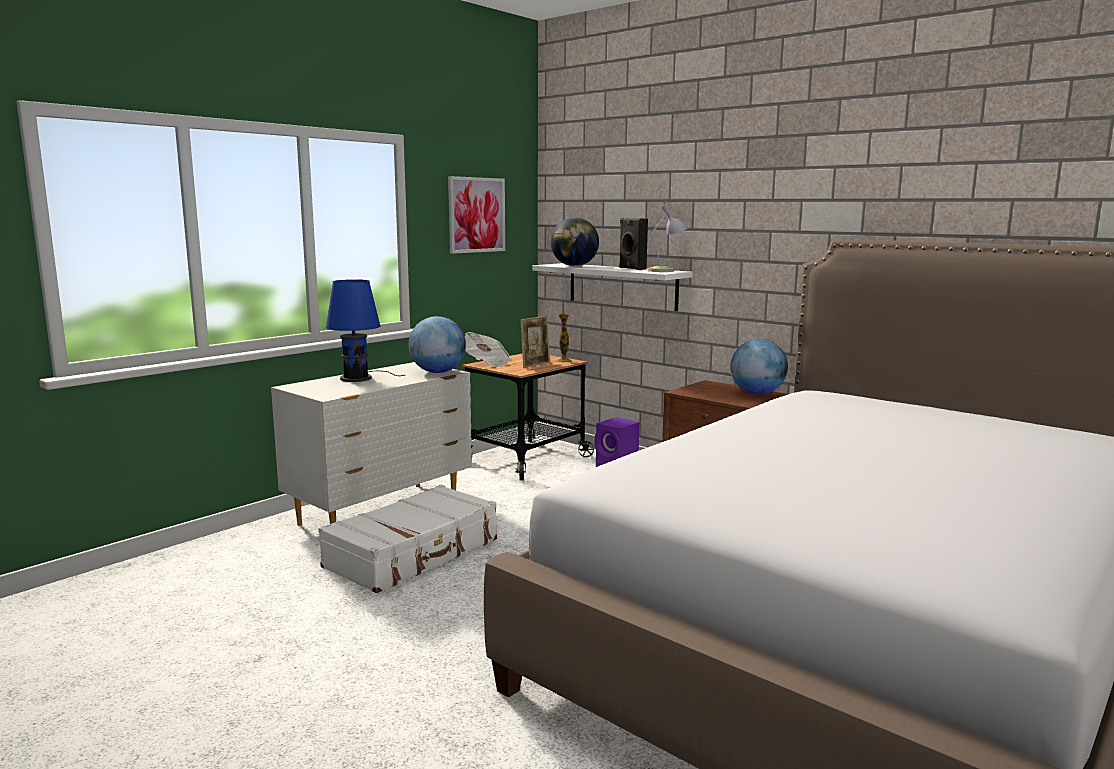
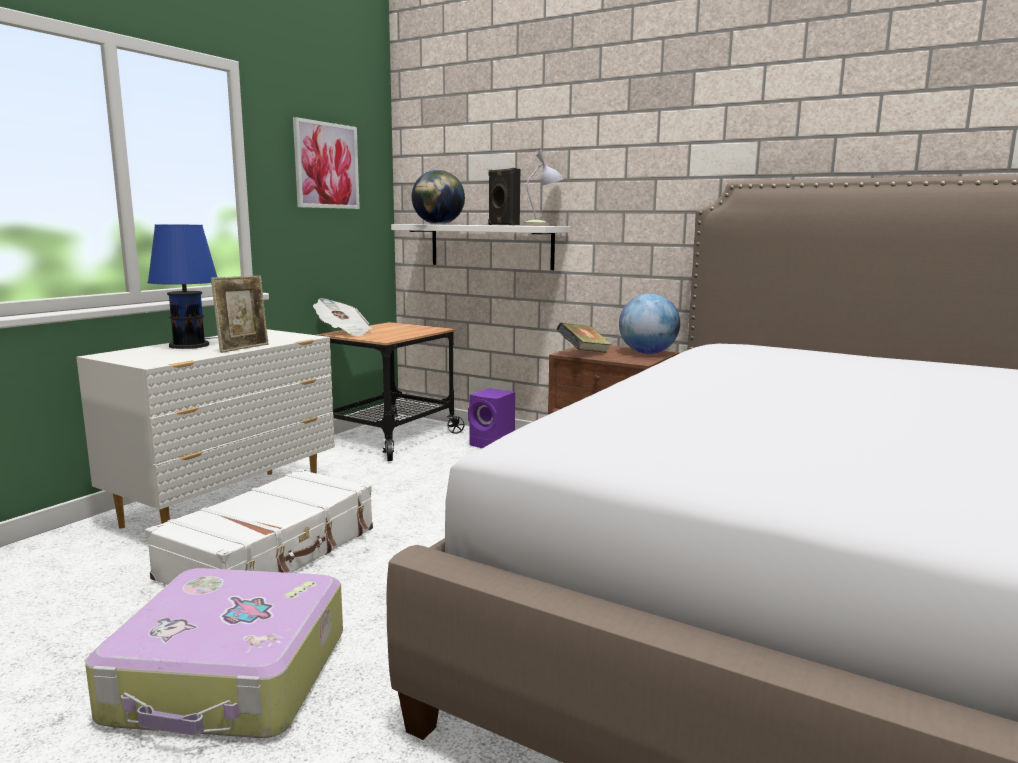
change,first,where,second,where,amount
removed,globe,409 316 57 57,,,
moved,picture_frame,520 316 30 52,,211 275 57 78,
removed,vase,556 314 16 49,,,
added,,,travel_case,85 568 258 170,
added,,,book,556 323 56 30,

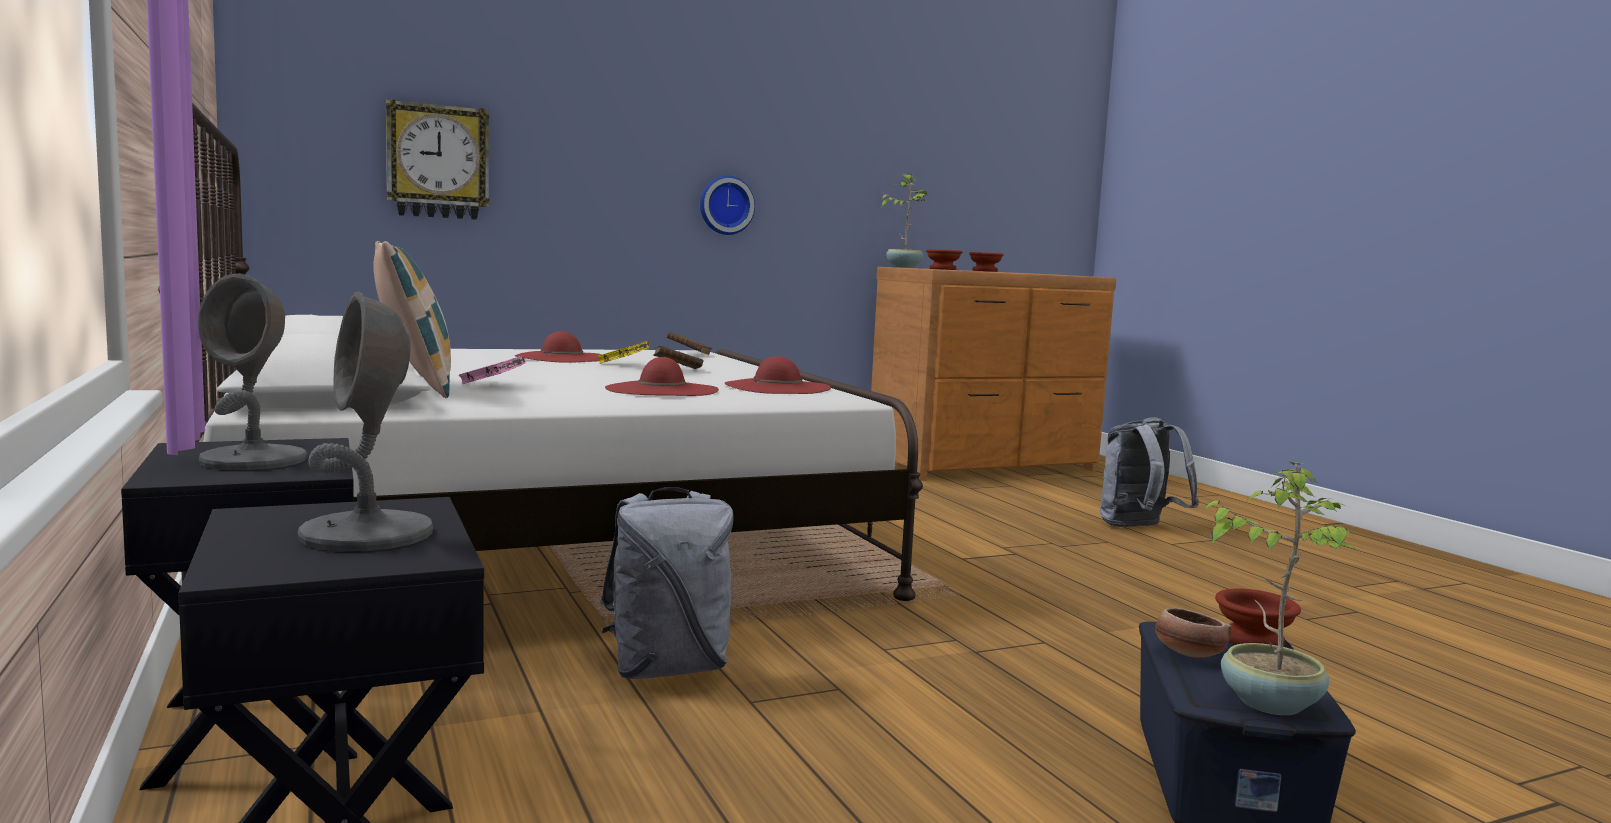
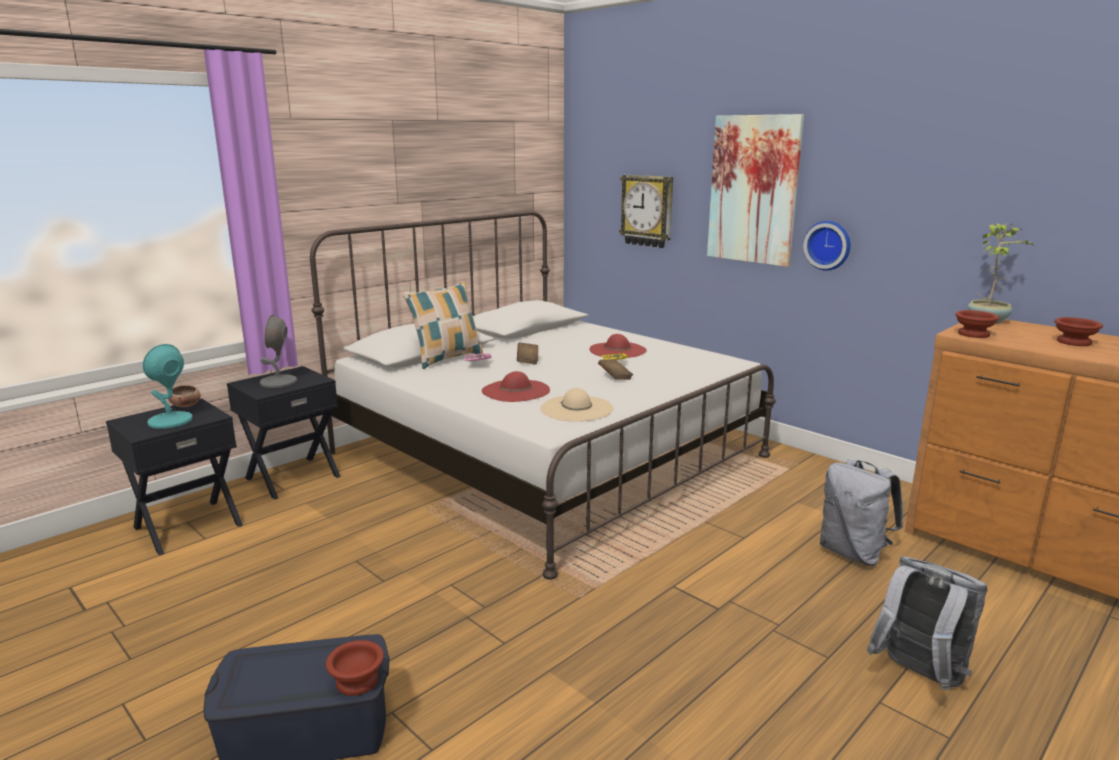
change,first,where,second,where,amount
recoloured,grey_tabletop_lamp,298 292 135 260,turquoise-coloured_tabletop_lamp,143 344 50 85,
moved,grey_rucksack,600 487 134 192,,820 460 83 106,
moved,brown_book,667 332 45 23,,517 343 21 22,
recoloured,red_wearable_hat,725 356 106 38,sand-coloured_wearable_hat,541 388 72 33,
moved,deep_dish,1155 608 77 50,,168 385 33 22,
removed,plant_in_a_pot,1201 462 159 253,,,
added,,,wall_picture,707 114 97 153,

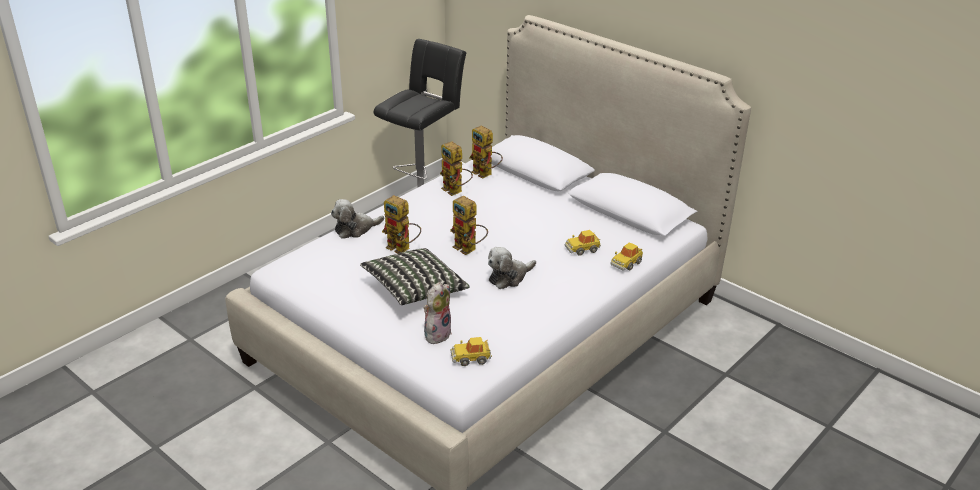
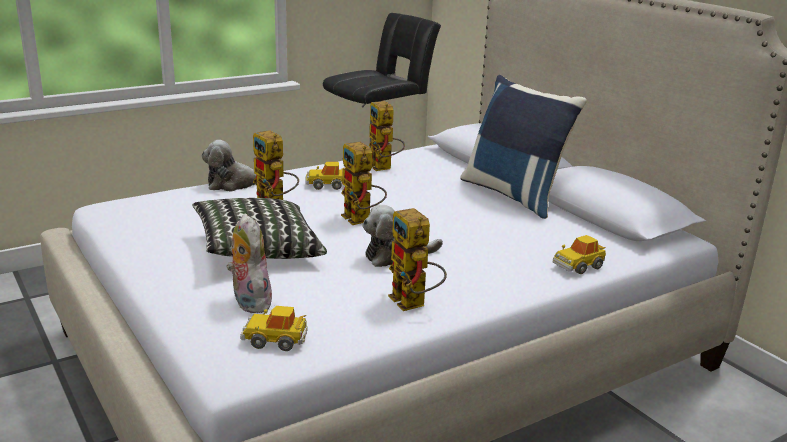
change,first,where,second,where,amount
turned,soft_toy,424 282 28 62,,226 214 46 99,75 degrees counterclockwise
moved,robot_figure,470 125 33 54,,388 208 59 103,
moved,toy_car,565 230 36 26,,305 162 40 28,
added,,,blue_cushion,460 75 127 144,

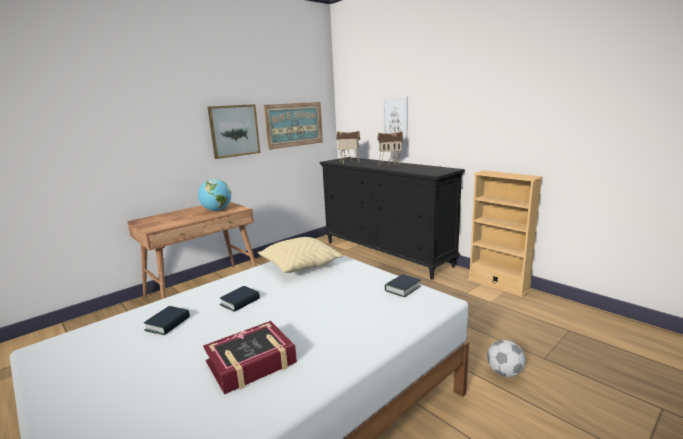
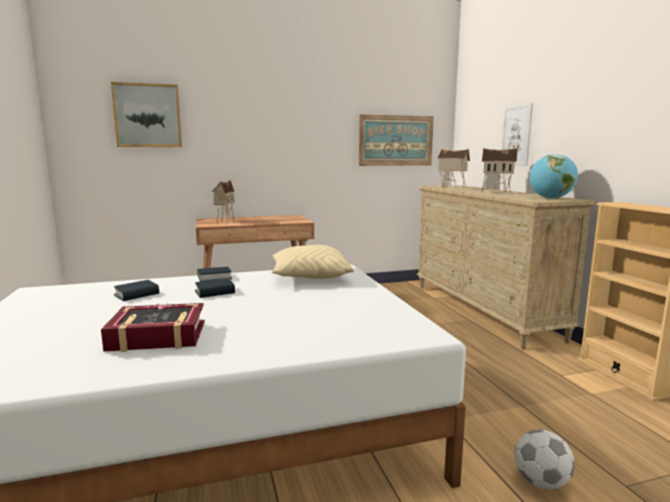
change,first,where,second,where,amount
moved,globe,198 179 33 32,,530 154 48 45,
moved,wall_picture,208 104 52 55,,111 82 71 65,
recoloured,black_drawer_chest,320 157 145 122,sand-coloured_drawer_chest,417 185 178 165,
moved,book,385 274 36 23,,198 267 34 15,
added,,,toy_house,212 179 23 44,

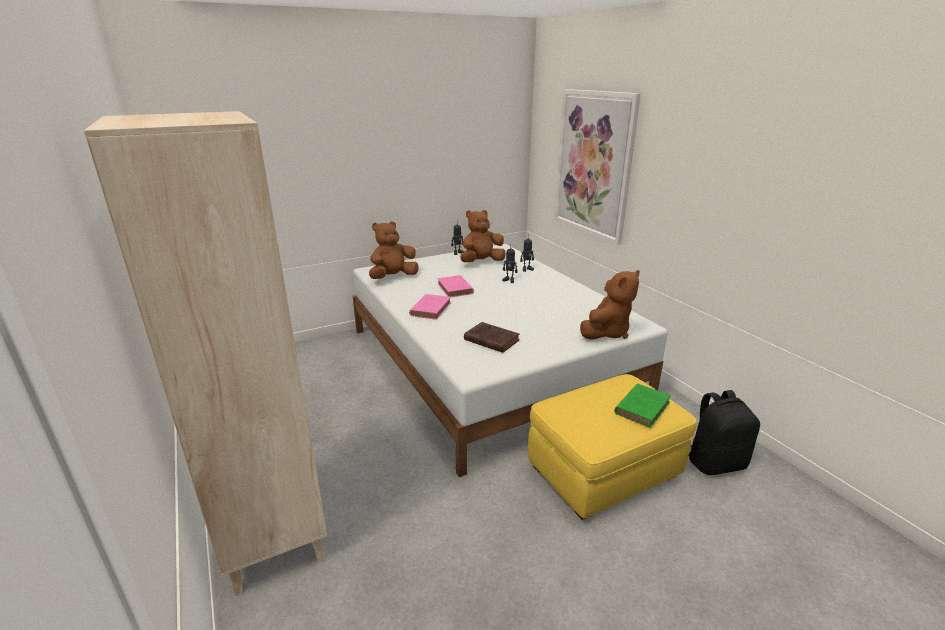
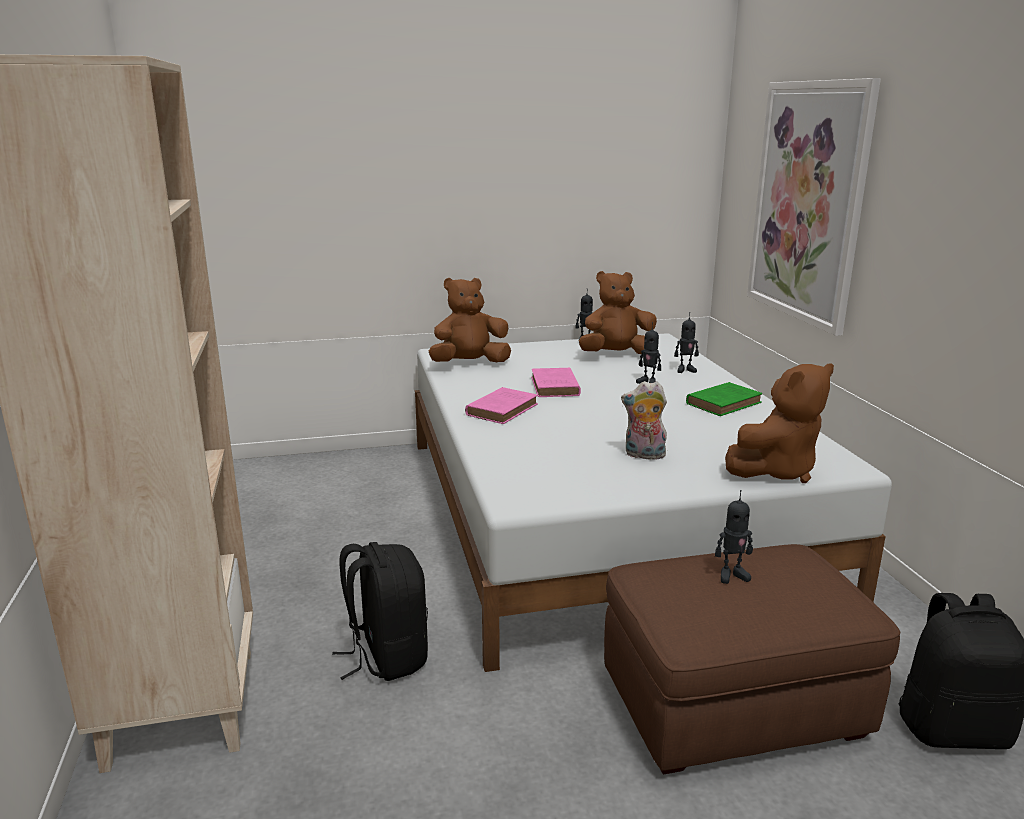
change,first,where,second,where,amount
removed,brown_book,464 322 56 31,,,
recoloured,yellow-coloured_footrest,528 374 169 146,brown_footrest,604 544 296 231,
moved,green_book,615 384 56 44,,686 382 77 34,
added,,,black_rucksack,332 542 96 139,
added,,,soft_toy,621 381 46 79,
added,,,robot_figure,715 490 38 94,

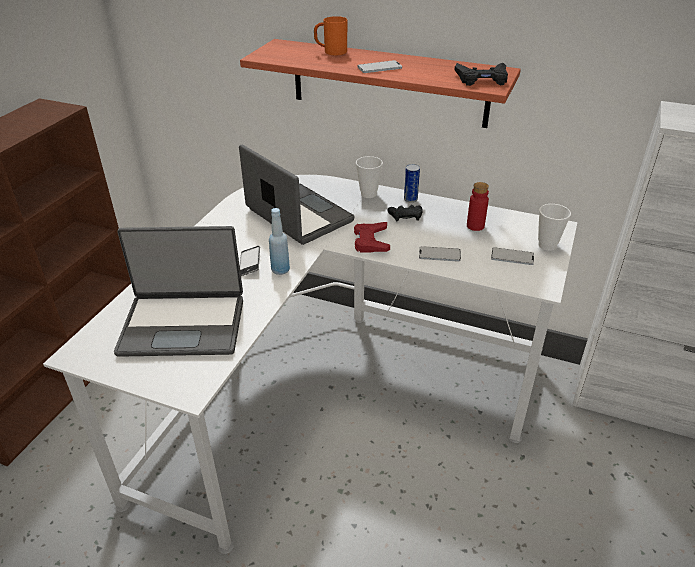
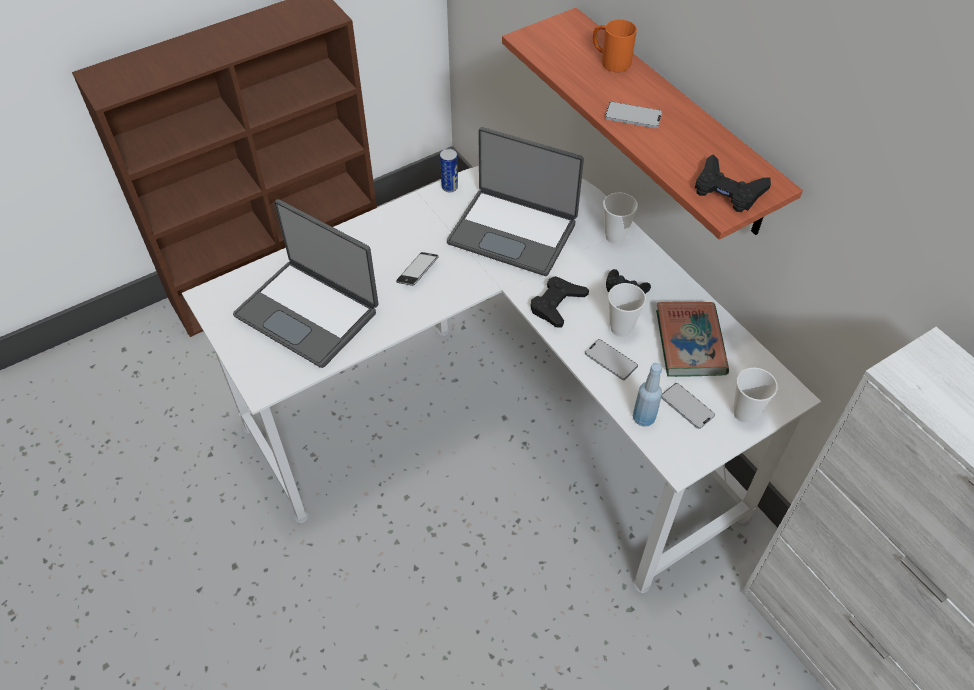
change,first,where,second,where,amount
turned,portable_computer,239 145 116 100,,447 127 137 149,120 degrees clockwise
moved,blue_beverage_bottle,269 208 21 67,,633 363 29 64,
recoloured,red_game_controller,354 222 36 31,black_game_controller,531 276 58 52,
moved,metal_can,404 164 16 39,,440 149 18 44,
replaced,red_beverage_bottle,467 182 22 49,book,656 302 73 75,
added,,,drinking_cup,608 283 38 54,

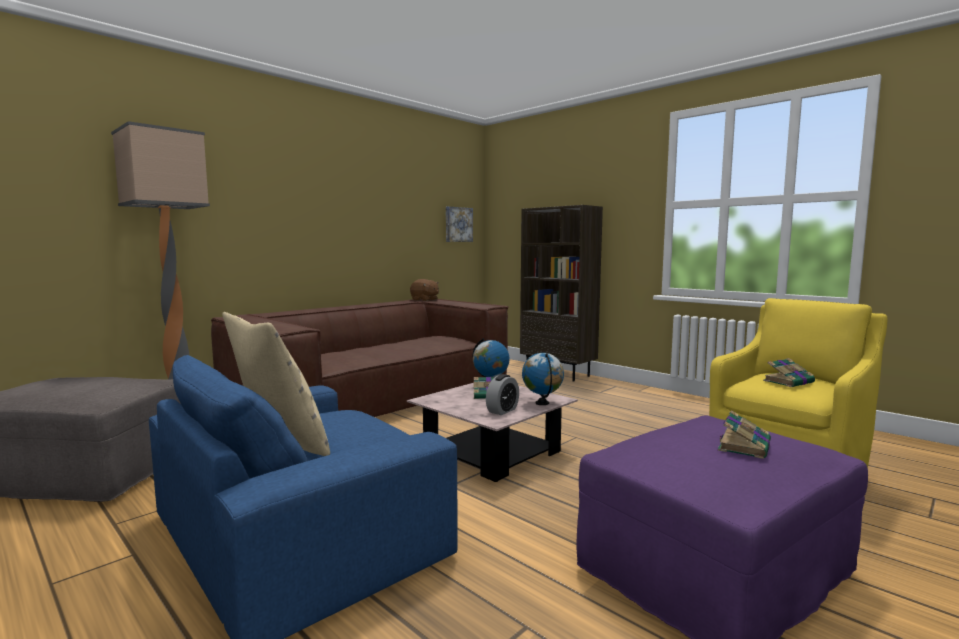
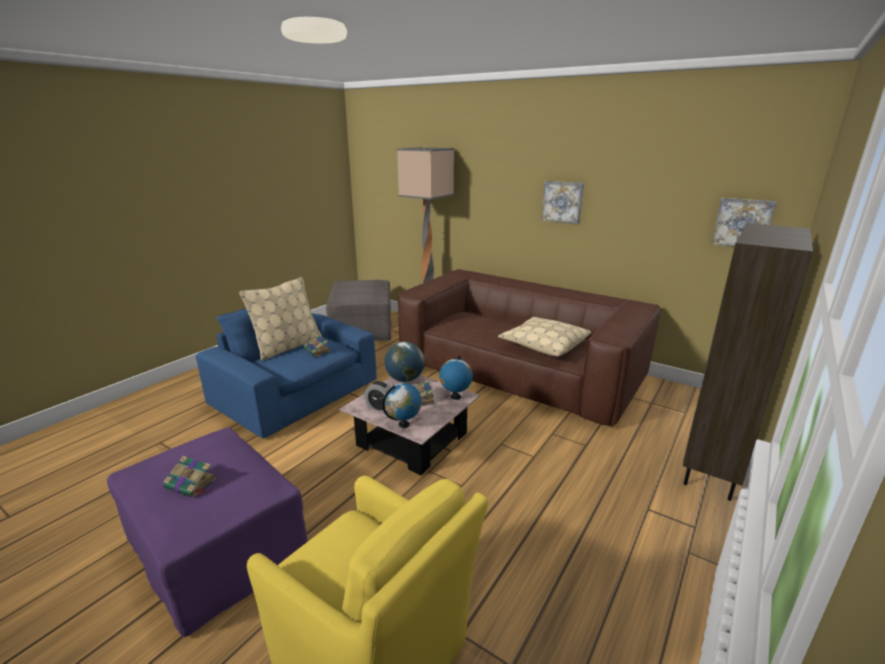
change,first,where,second,where,amount
removed,brown_soft_toy,410 279 29 22,,,
moved,book,763 358 52 29,,304 335 27 22,
added,,,globe,384 342 41 40,
added,,,sand-coloured_cushion,498 317 93 40,
added,,,wall_picture,542 181 42 44,

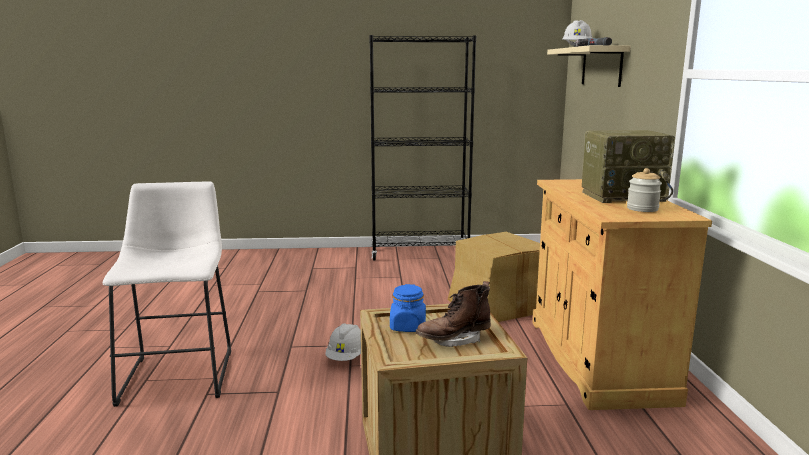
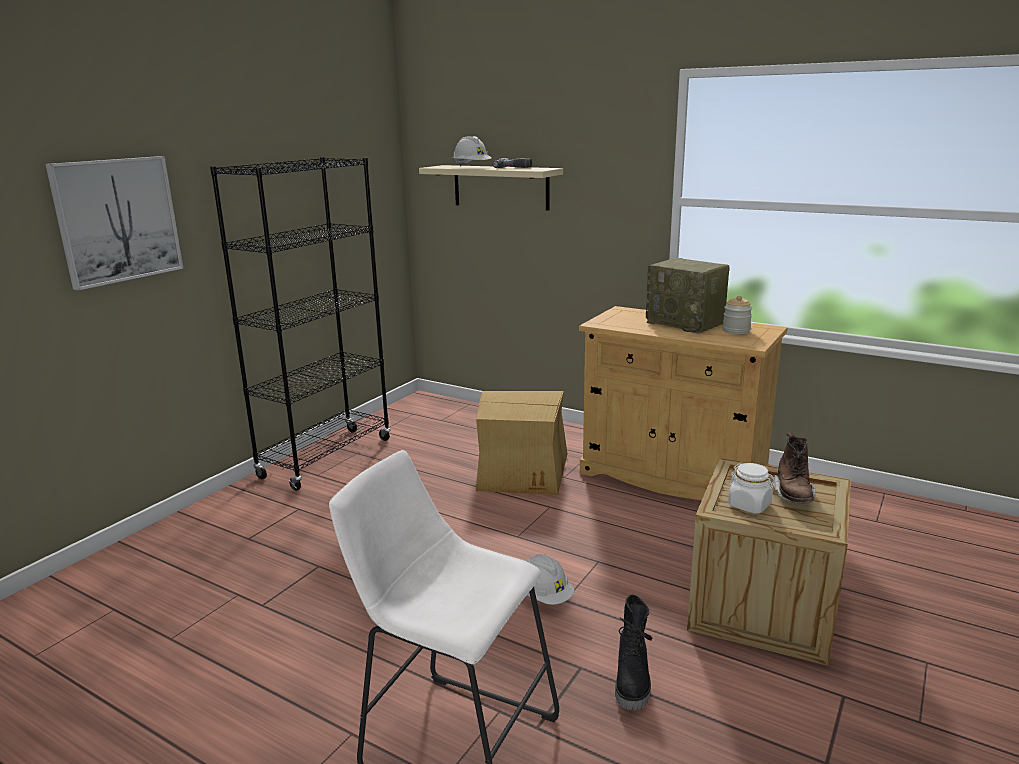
change,first,where,second,where,amount
recoloured,blue_preserve_jar,390 284 36 48,whitish_preserve_jar,728 463 48 51,
turned,radio_receiver,582 130 93 73,,646 258 84 76,105 degrees clockwise
added,,,wall_picture,45 156 138 135,
added,,,black_boot,615 594 38 116,

